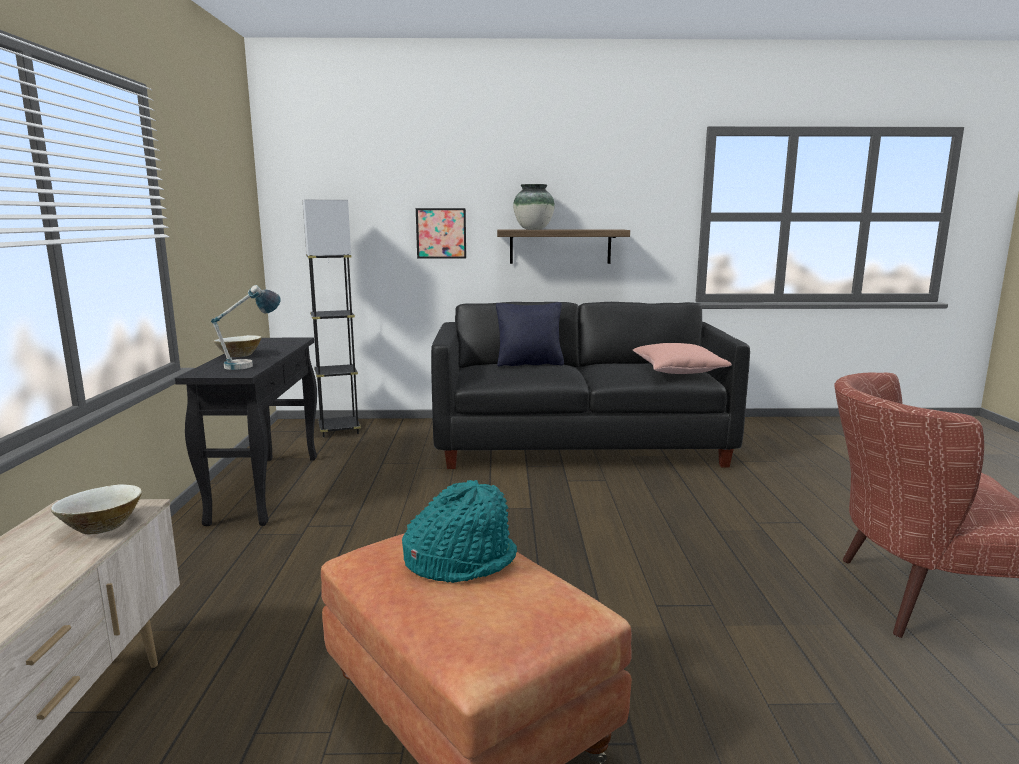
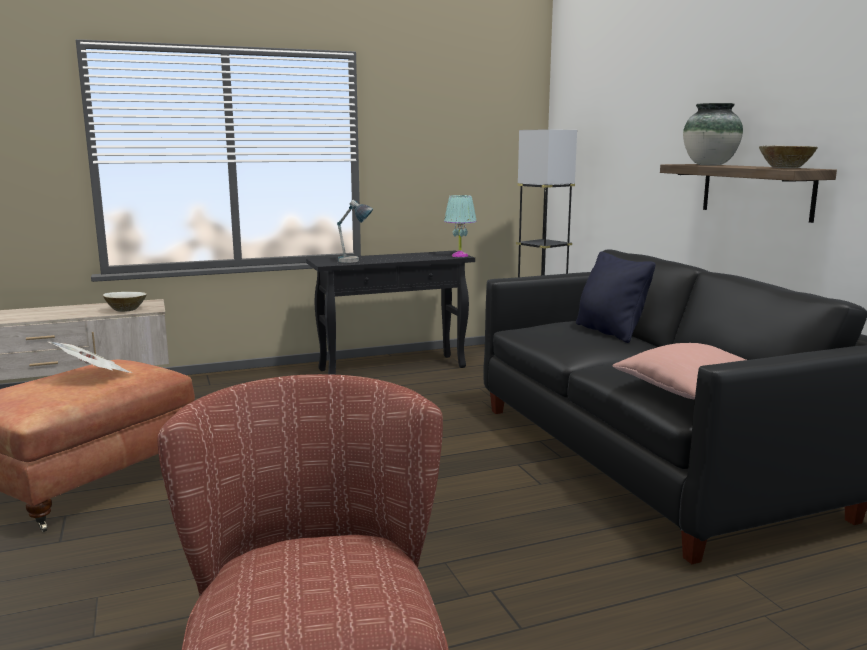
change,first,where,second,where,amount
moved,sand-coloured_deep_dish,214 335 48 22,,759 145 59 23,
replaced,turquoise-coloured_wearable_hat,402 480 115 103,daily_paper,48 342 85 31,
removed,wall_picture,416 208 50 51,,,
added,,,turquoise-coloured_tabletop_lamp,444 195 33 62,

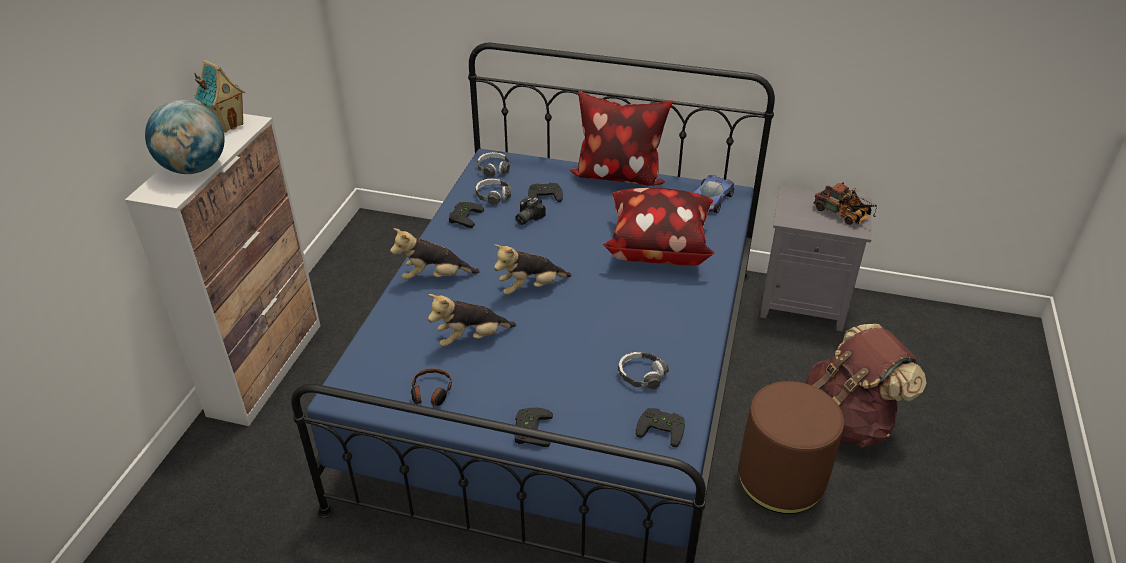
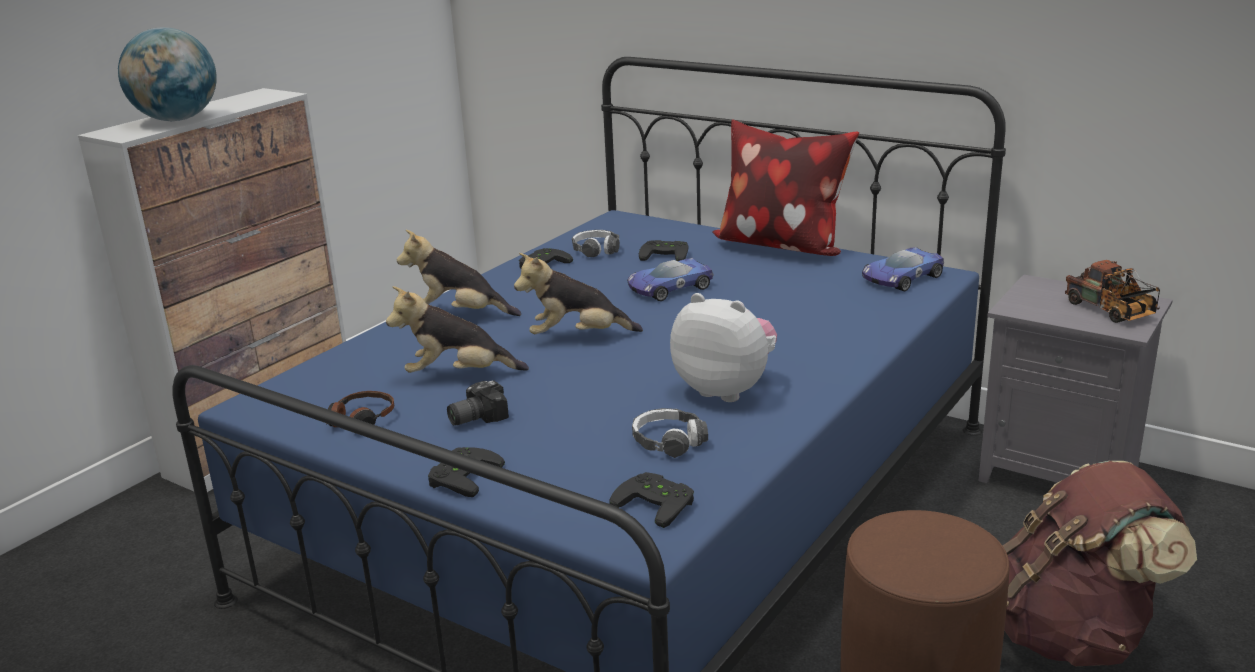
change,first,where,second,where,amount
removed,toy_house,194 60 52 73,,,
removed,headset,477 152 33 25,,,
moved,still_camera,516 197 30 28,,447 381 62 45,
removed,cushion,602 188 112 78,,,
added,,,toy_car,627 258 87 43,
added,,,soft_toy,670 293 107 109,

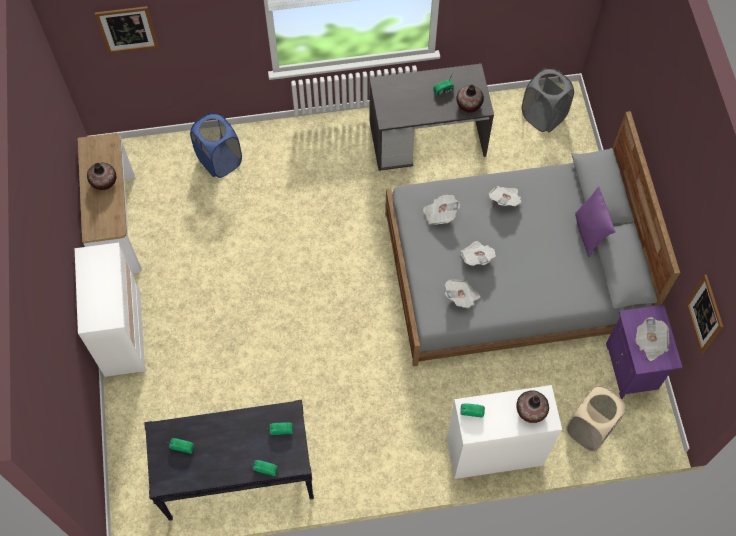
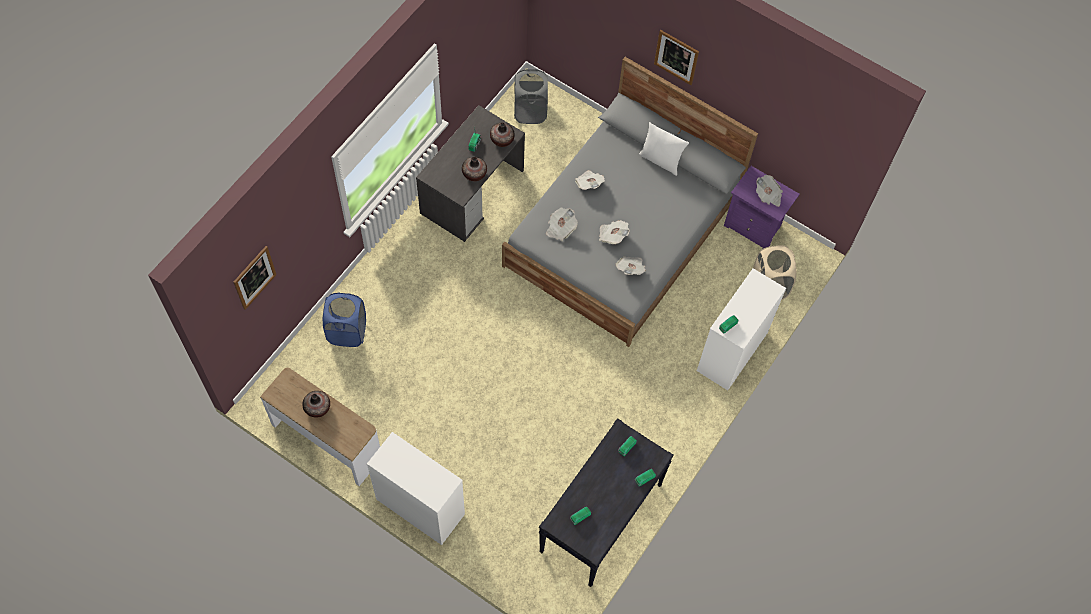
change,first,where,second,where,amount
moved,vase,516 390 33 33,,462 157 25 24,
recoloured,purple_cushion,575 186 40 71,whitish_cushion,639 122 50 54,
moved,wall_picture,686 274 37 79,,654 30 45 55,

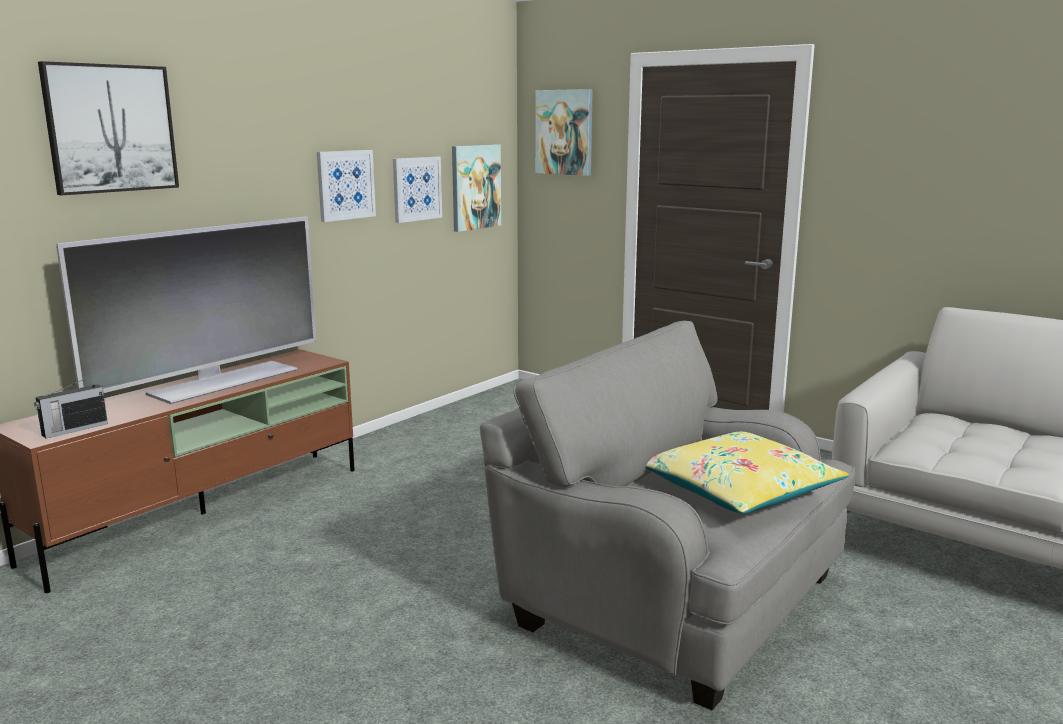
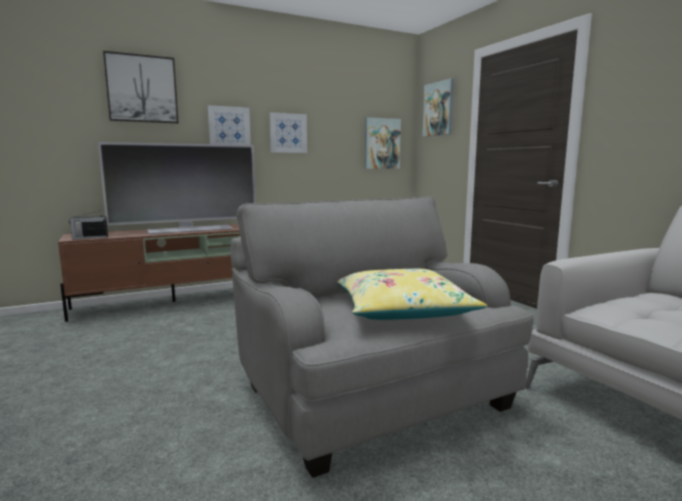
change,first,where,second,where,amount
moved,wall_picture,393 157 49 66,,208 105 43 40,

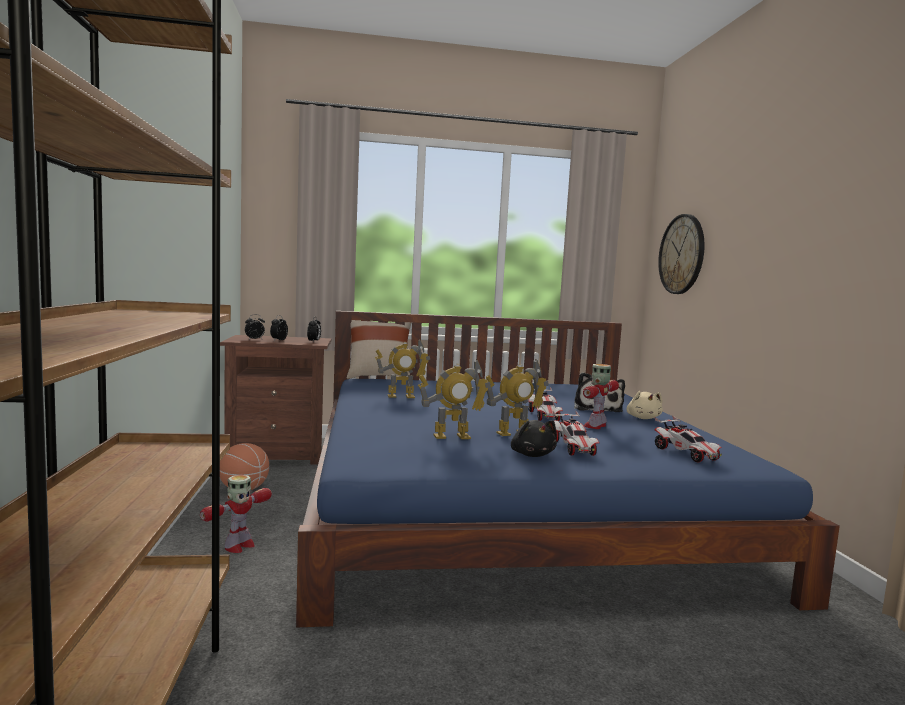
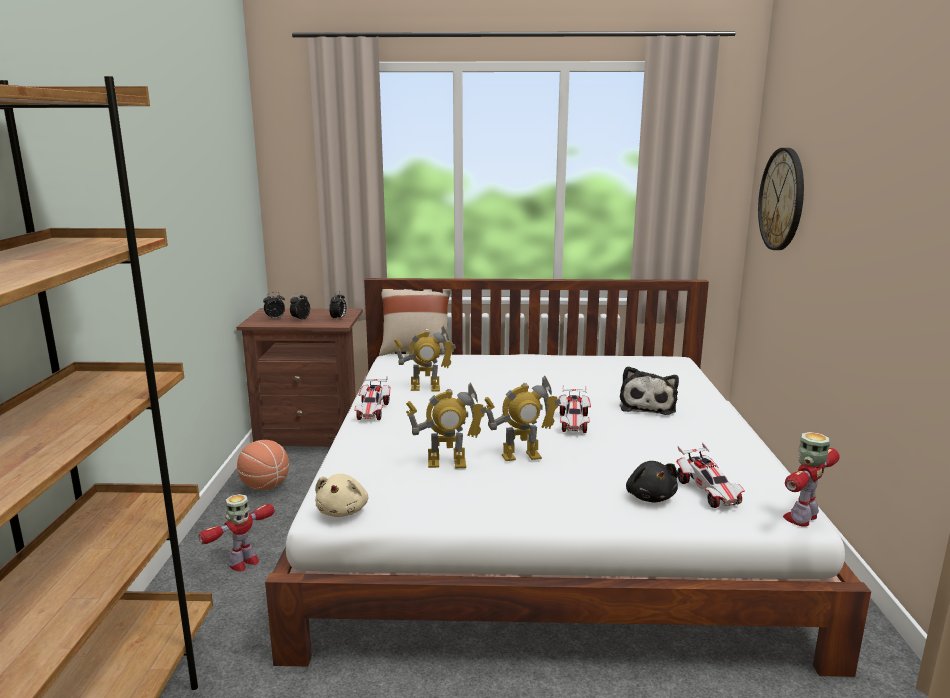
change,first,where,second,where,amount
recoloured,blue_bedroom_bed,296 311 544 317,whitish_bedroom_bed,265 278 606 399,
moved,black_soft_toy,511 420 46 37,,626 461 52 41,
moved,toy_car,553 411 46 45,,354 376 36 44,
moved,robot_figure,583 364 36 65,,783 432 57 94,
moved,sand-coloured_soft_toy,627 391 36 28,,315 474 53 43,

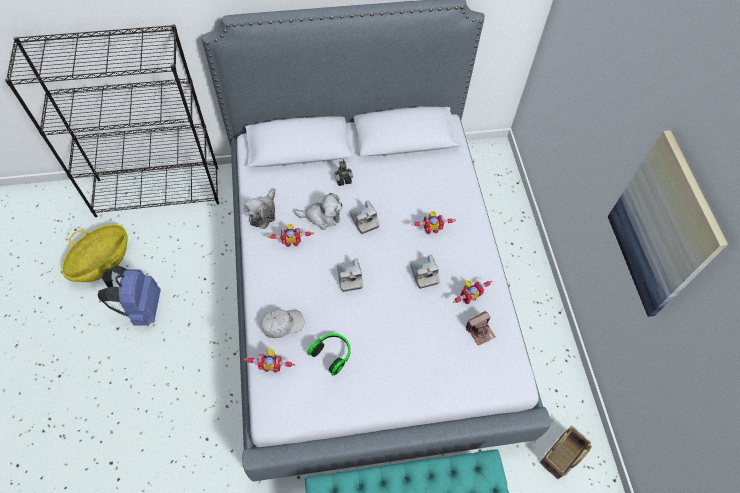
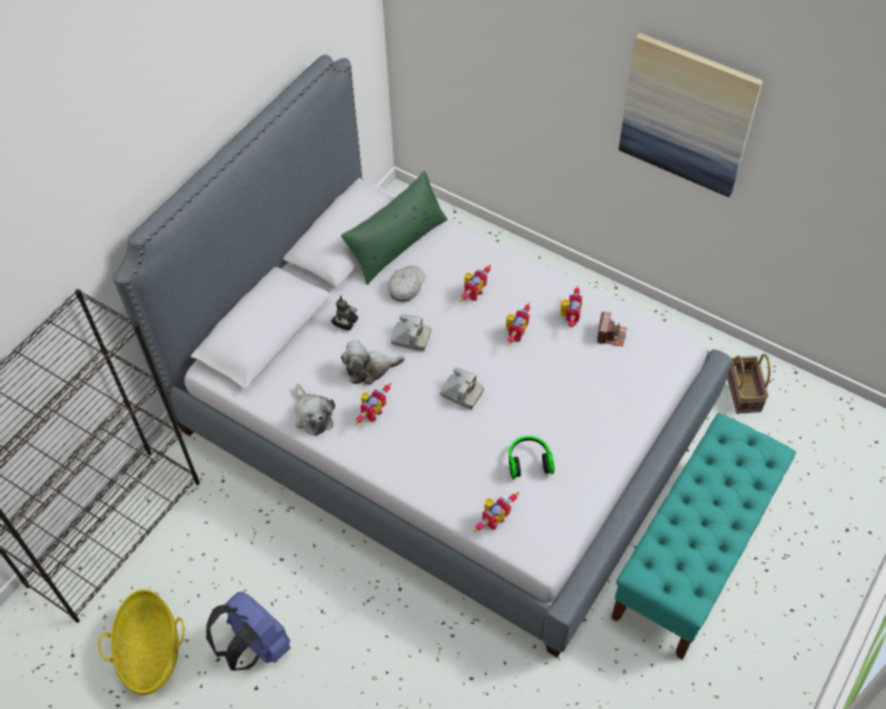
change,first,where,second,where,amount
moved,whitish_cap,260 309 44 29,,388 265 37 37,
turned,soft_toy,294 193 49 37,,341 340 64 45,150 degrees counterclockwise
replaced,still_camera,410 254 30 35,robot_figure,506 303 24 42,
added,,,green_cushion,341 170 107 115,

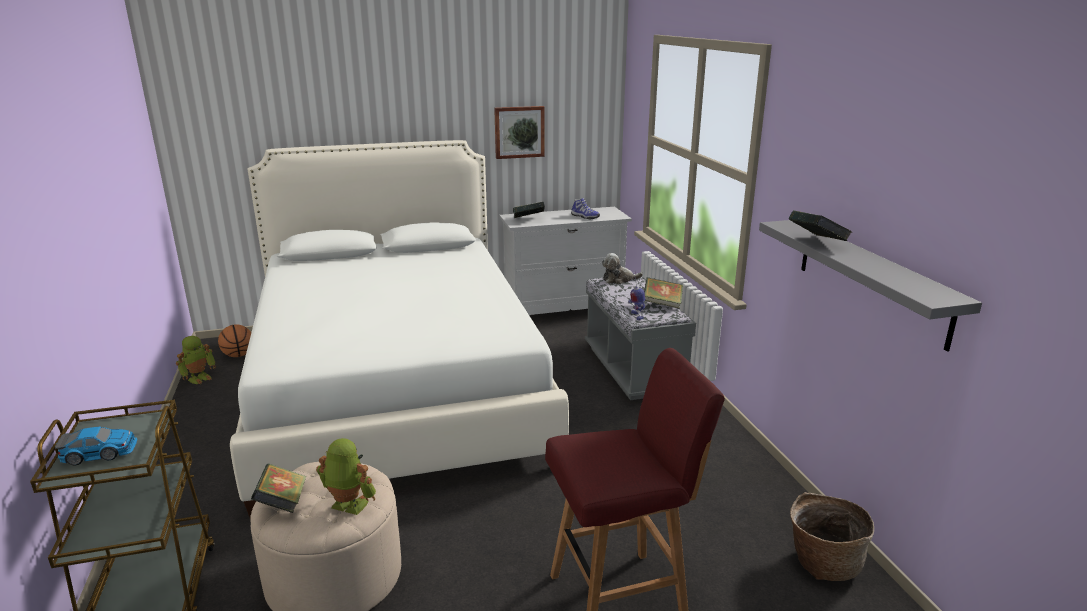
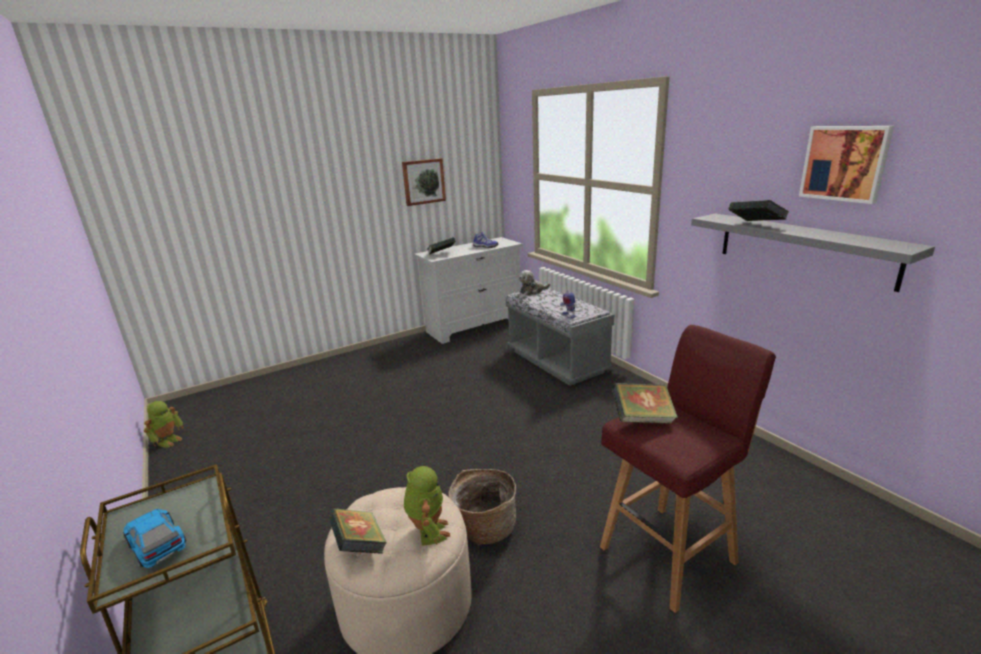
change,first,where,second,where,amount
turned,toy_car,55 426 82 39,,123 509 63 59,105 degrees counterclockwise
removed,ball_for_basketball,218 324 33 33,,,
removed,whitish_bedroom_bed,230 140 339 377,,,
turned,robot_figure,316 438 60 77,,404 466 46 80,75 degrees clockwise
moved,book,644 277 39 31,,612 383 66 41,
moved,basket,790 492 84 89,,448 469 68 76,
added,,,wall_picture,799 126 95 78,

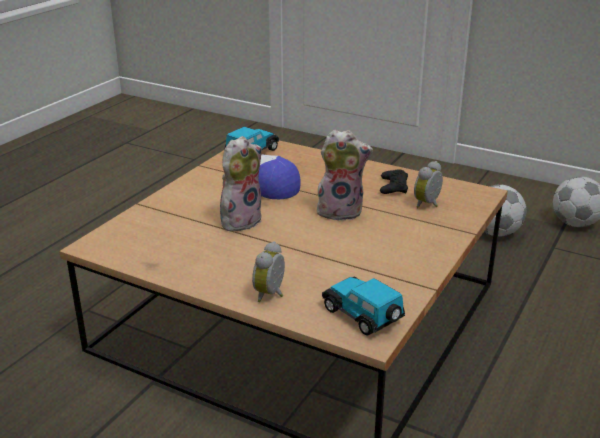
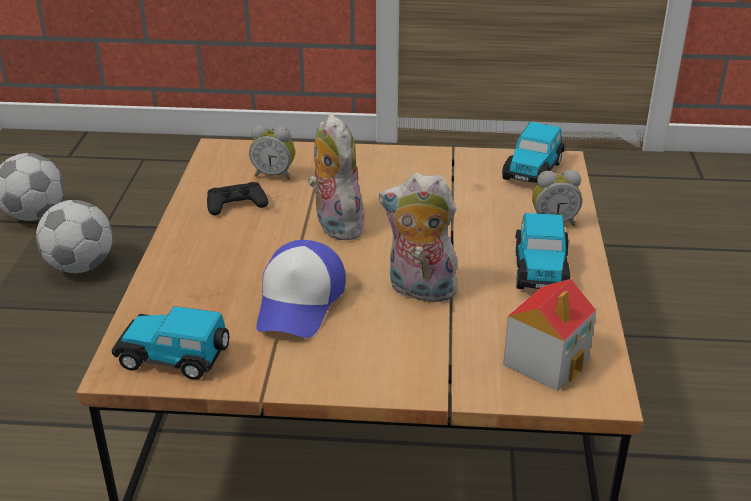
change,first,where,second,where,amount
added,,,toy_house,503 279 93 112,
added,,,toy_car,515 213 55 76,

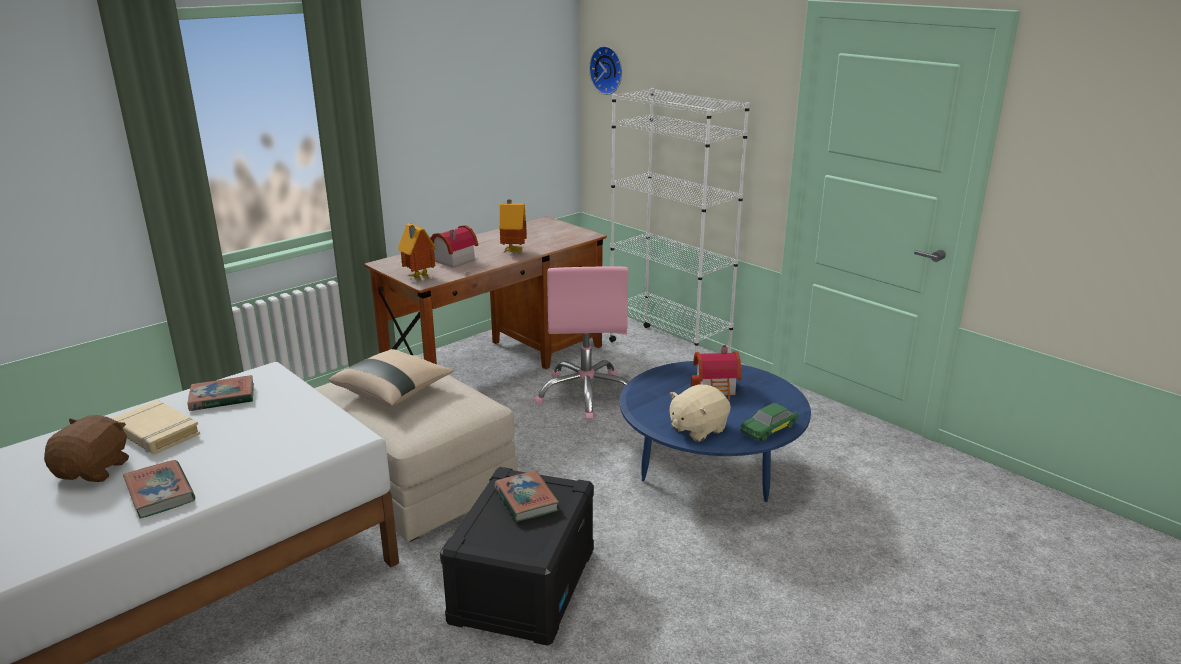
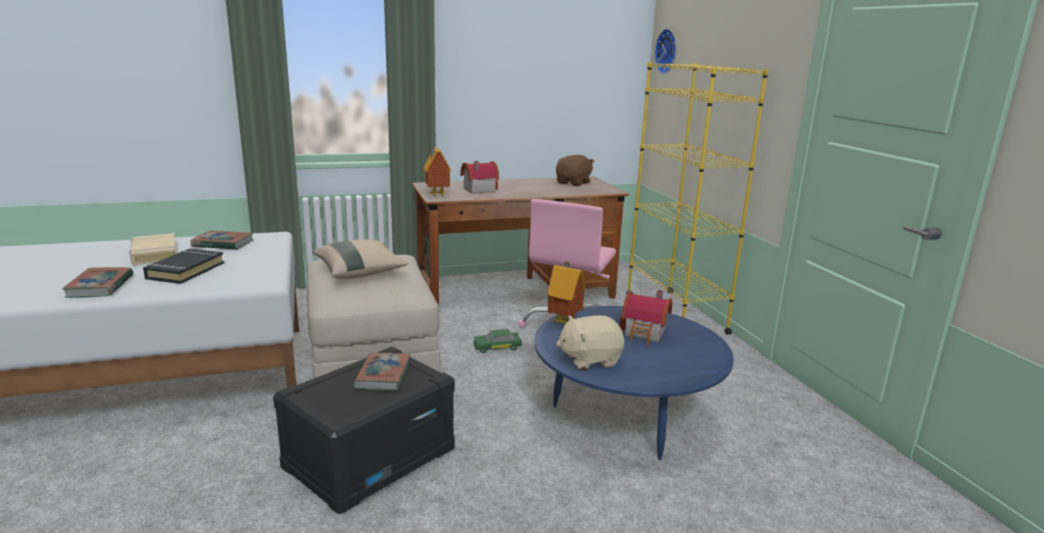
change,first,where,second,where,amount
moved,brown_soft_toy,44 415 85 67,,556 155 38 31,
moved,toy_house,500 199 27 54,,547 262 38 62,
recoloured,whitish_shelving_unit,609 88 141 267,yellow-coloured_shelving_unit,626 62 142 273,
moved,green_toy_car,740 403 58 39,,473 329 49 24,
added,,,black_book,143 248 81 36,

